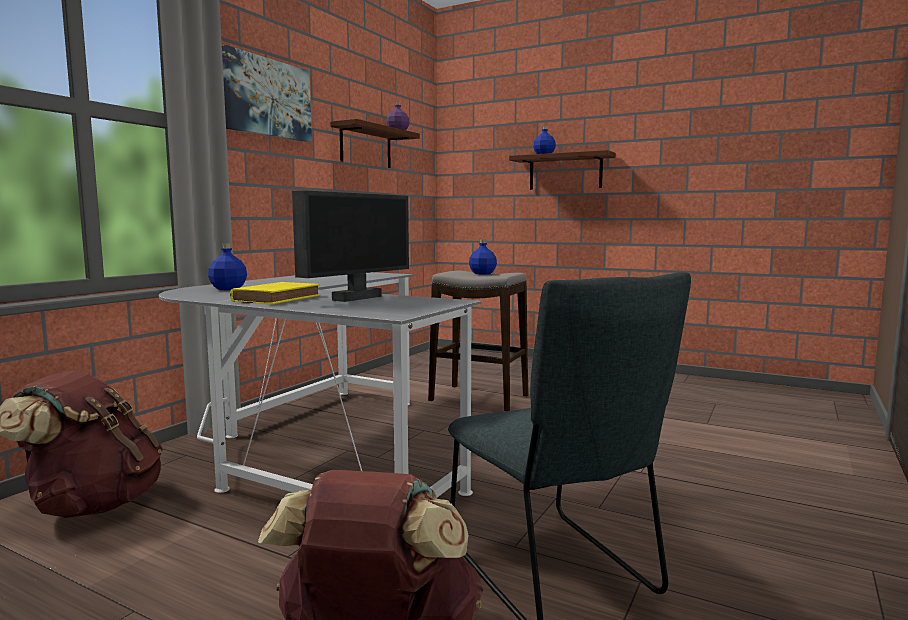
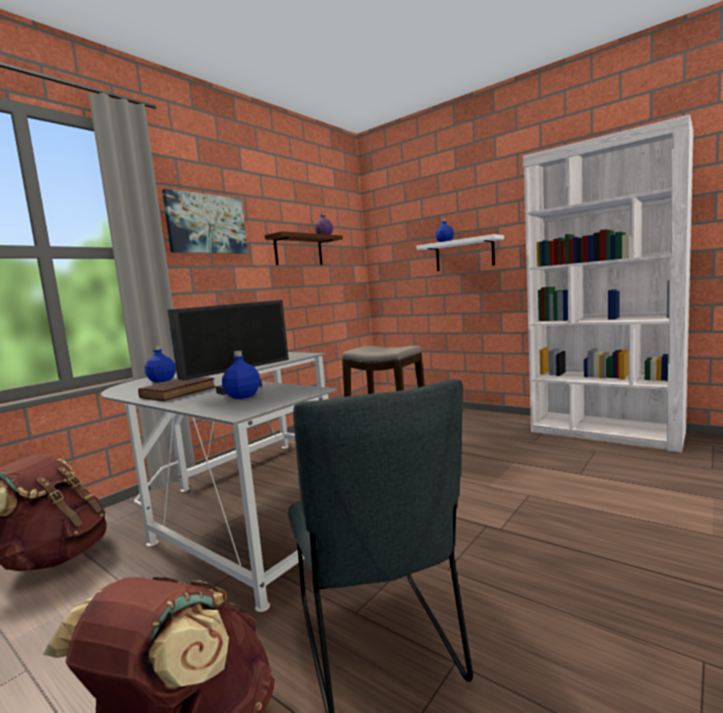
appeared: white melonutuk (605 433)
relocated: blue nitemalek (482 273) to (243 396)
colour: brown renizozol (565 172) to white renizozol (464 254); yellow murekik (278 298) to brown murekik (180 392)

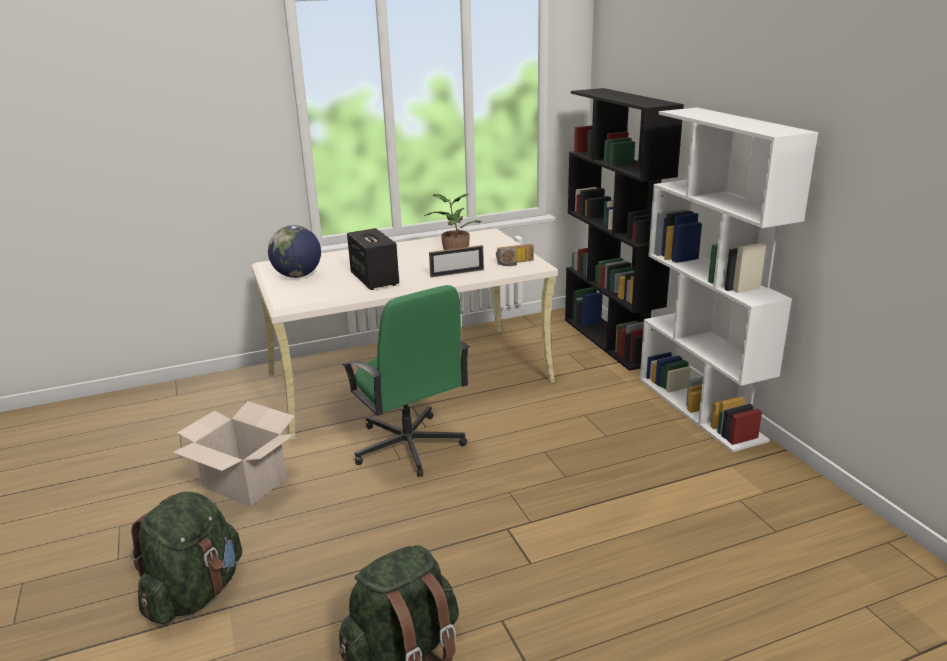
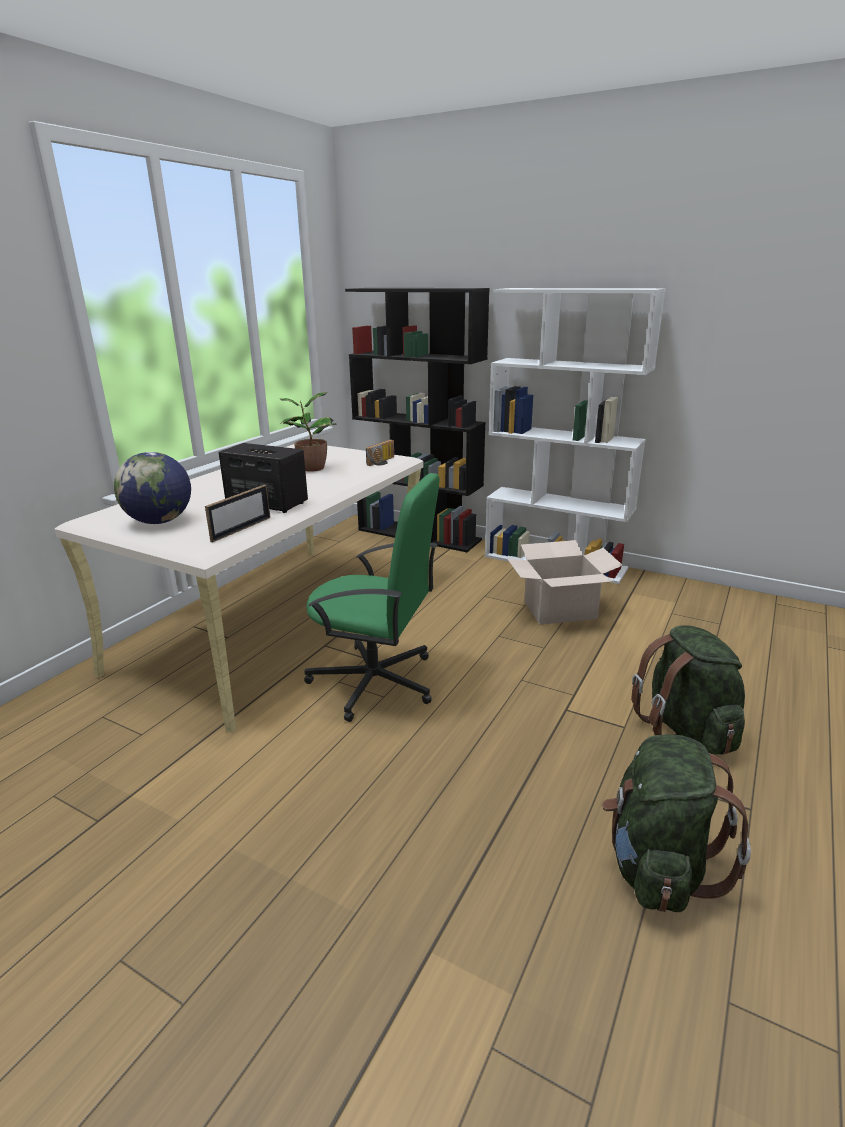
relocated: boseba (457 273) to (241 529); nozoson (246 483) to (560 610); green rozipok (195 593) to (685 729)

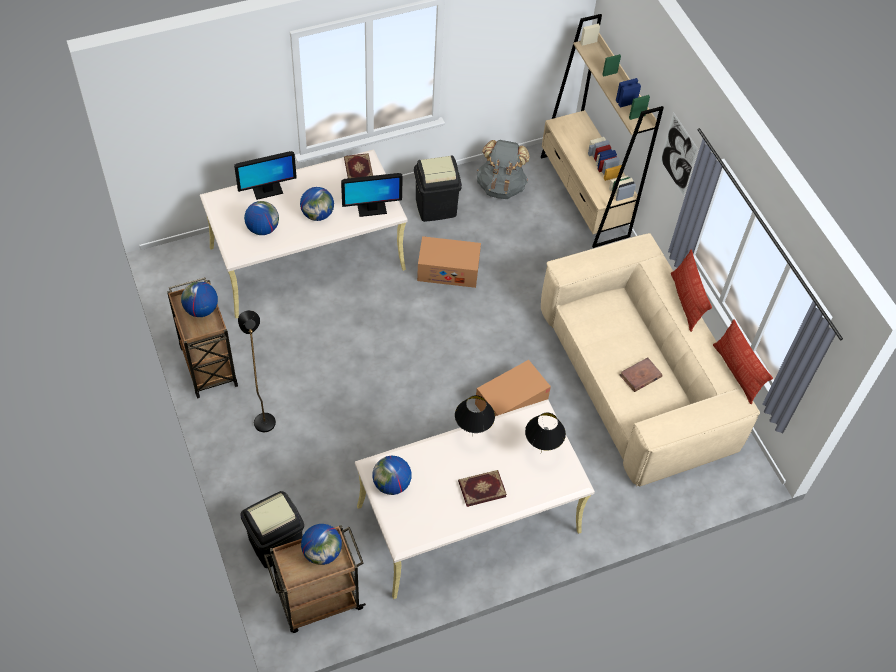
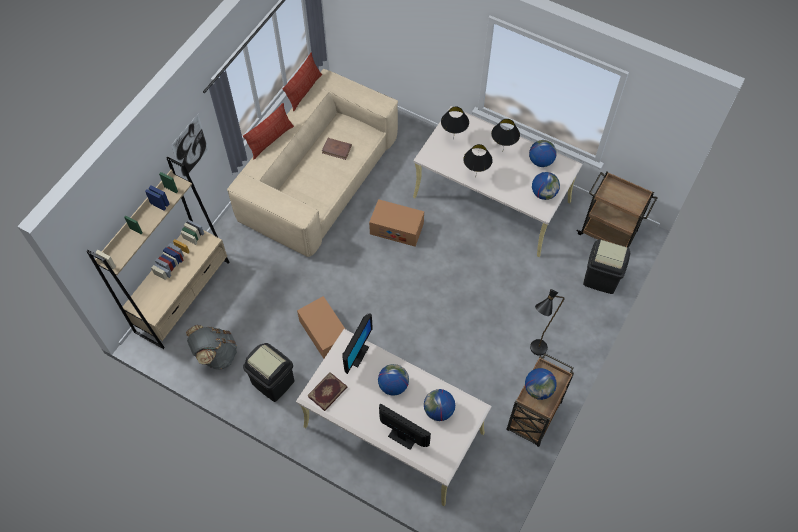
relocated: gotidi (322 552) to (540 161)
exchanged: murekik (482 488) to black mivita (502 152)
spun: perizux (371 209) = (357 354) 75 degrees clockwise

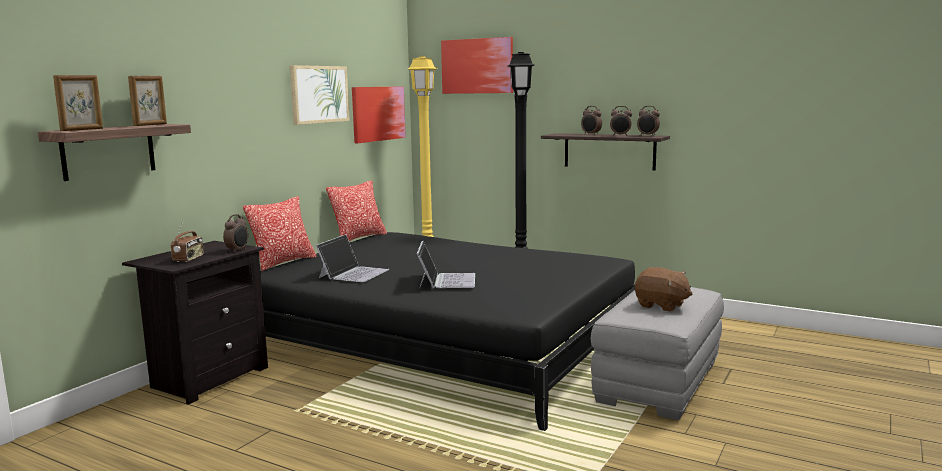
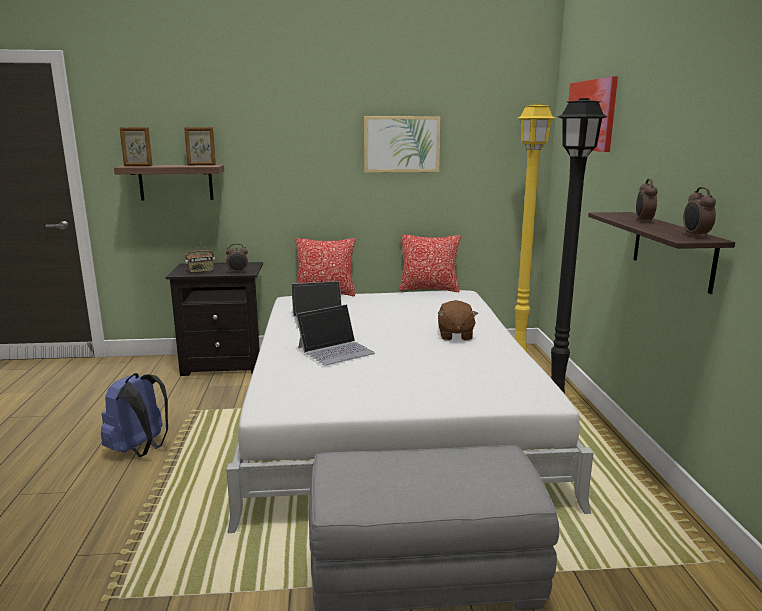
missing: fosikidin (378 113); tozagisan (620 135)
appeared: blue rozipok (140 449)
relocated: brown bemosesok (661 305) to (455 335)
colour: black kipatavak (444 341) to white kipatavak (389 413)

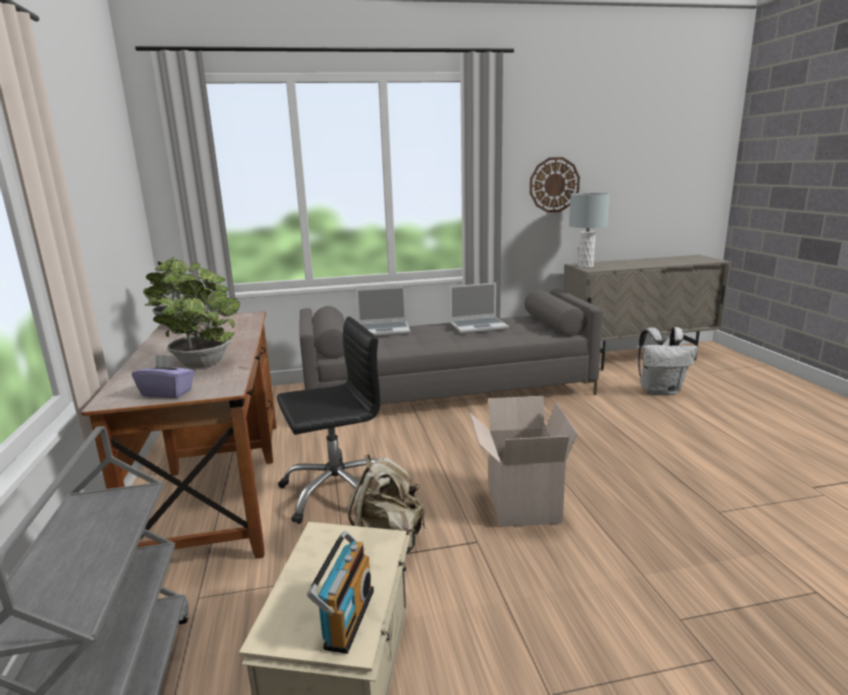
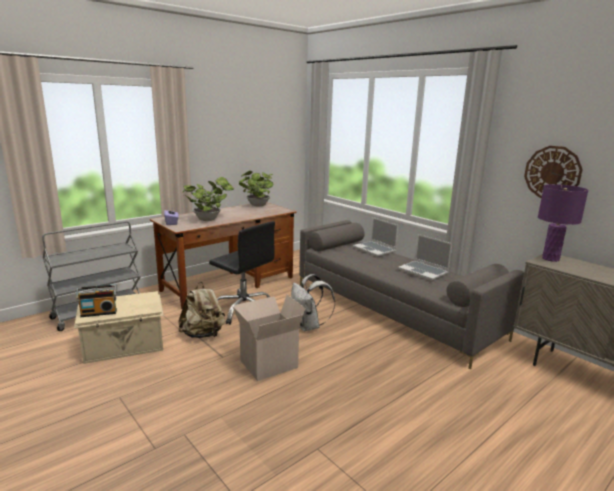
relocated: white rozipok (660 391) to (309 326)
colour: grey mivita (585 266) to purple mivita (550 259)

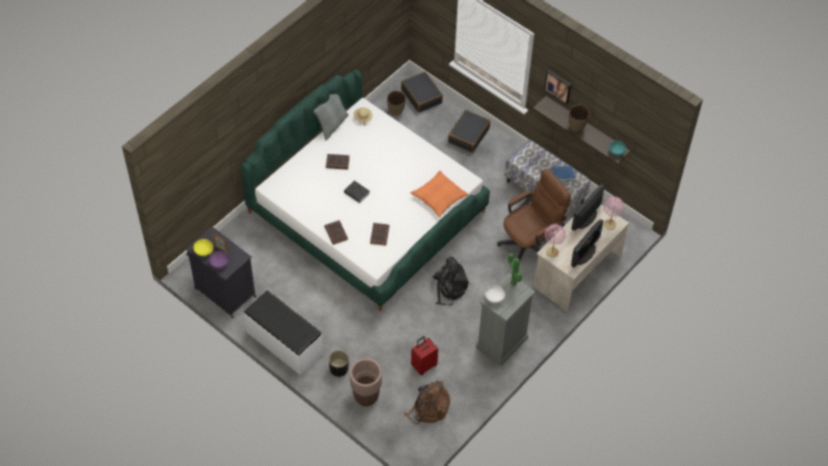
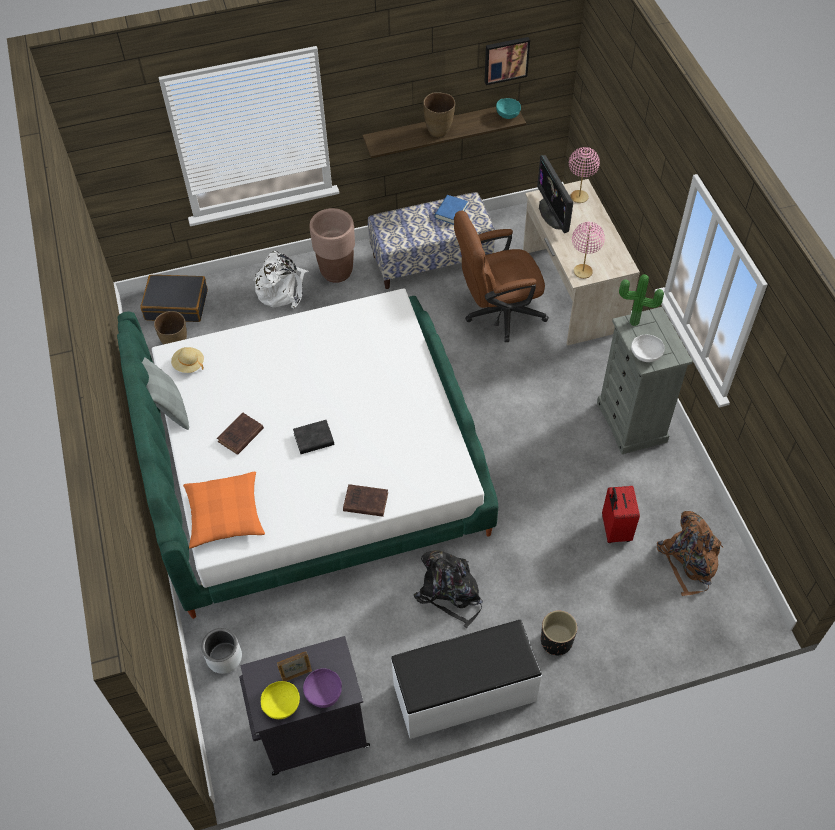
missing: perizux (584 253); brown murekik (379 235)
appeared: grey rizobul (224 657)
relocated: fosikidin (558 86) to (506 59); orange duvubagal (439 197) to (225 515); black rozipok (449 288) to (450 592); brown rizobul (366 397) to (336 272)
exchanged: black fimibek (468 135) to white rozipok (282 289)
spun: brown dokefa (530 243) = (497 313) 105 degrees counterclockwise

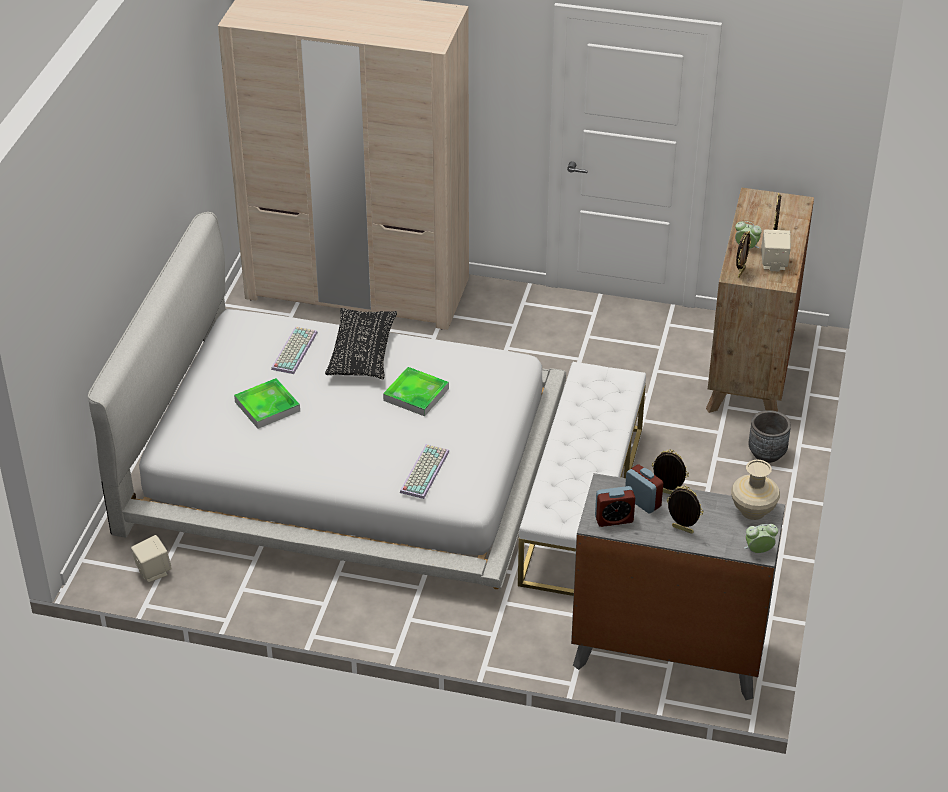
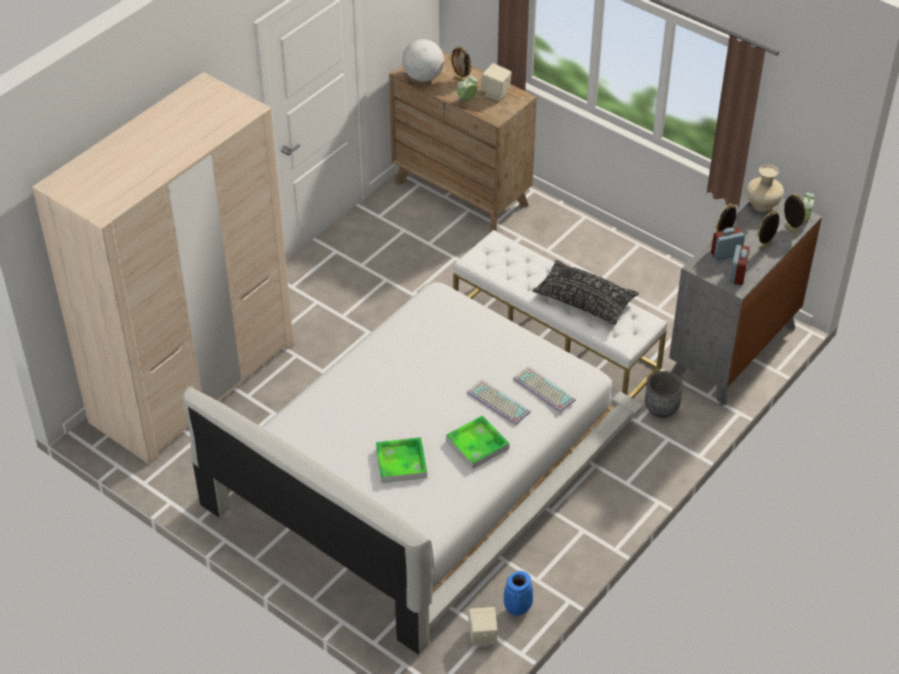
appeared: gotidi (423 77); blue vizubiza (517 609)
relocated: boseba (740 273) to (790 230); black duvubagal (362 353) to (584 300); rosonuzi (293 350) to (496 402); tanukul (416 394) to (477 444); grey rizobul (767 453) to (661 408)

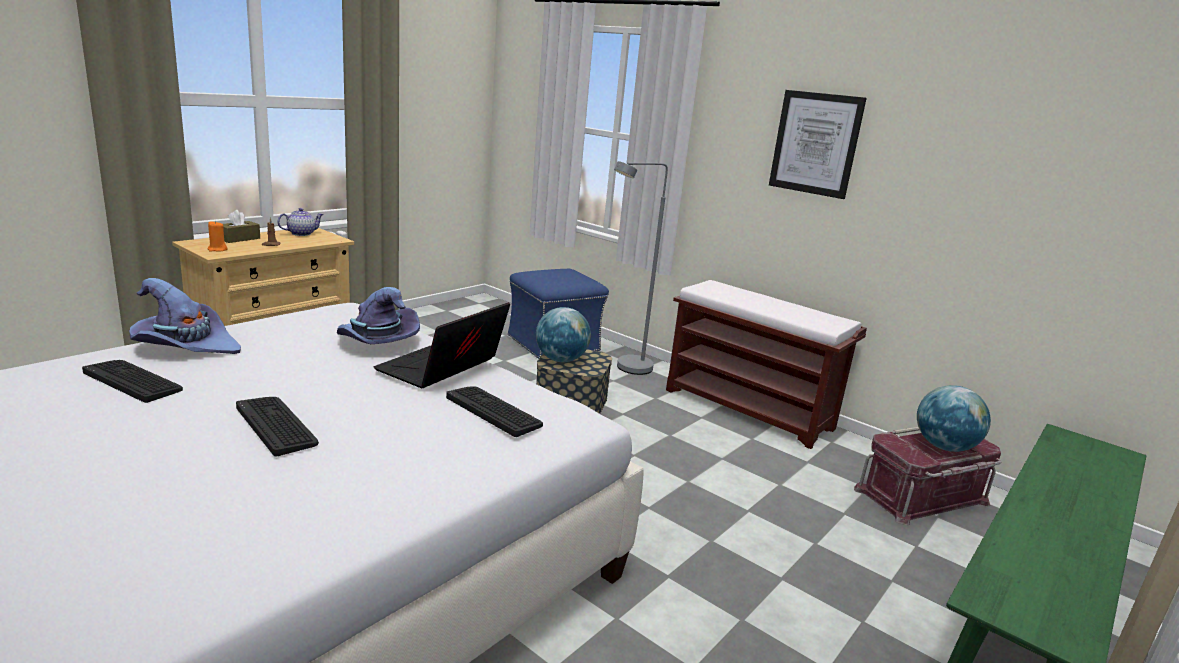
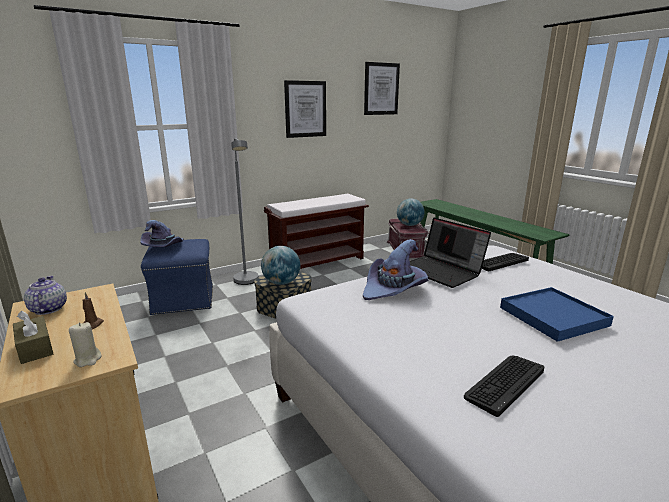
appeared: fosikidin (381 89)
relocated: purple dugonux (185 346) to (164 247)
exchanged: rosonuzi (276 425) to blue tanukul (553 316)
colour: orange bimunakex (217 249) to beige bimunakex (88 360)

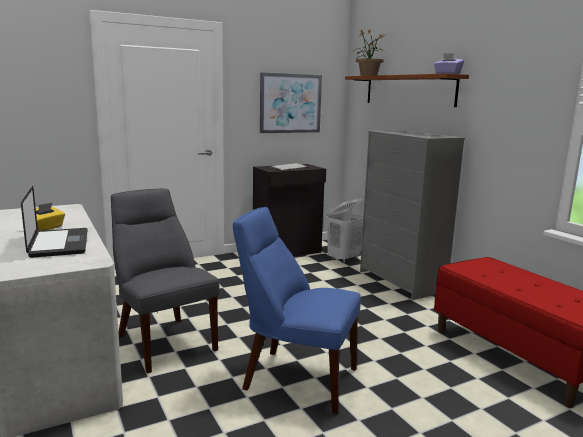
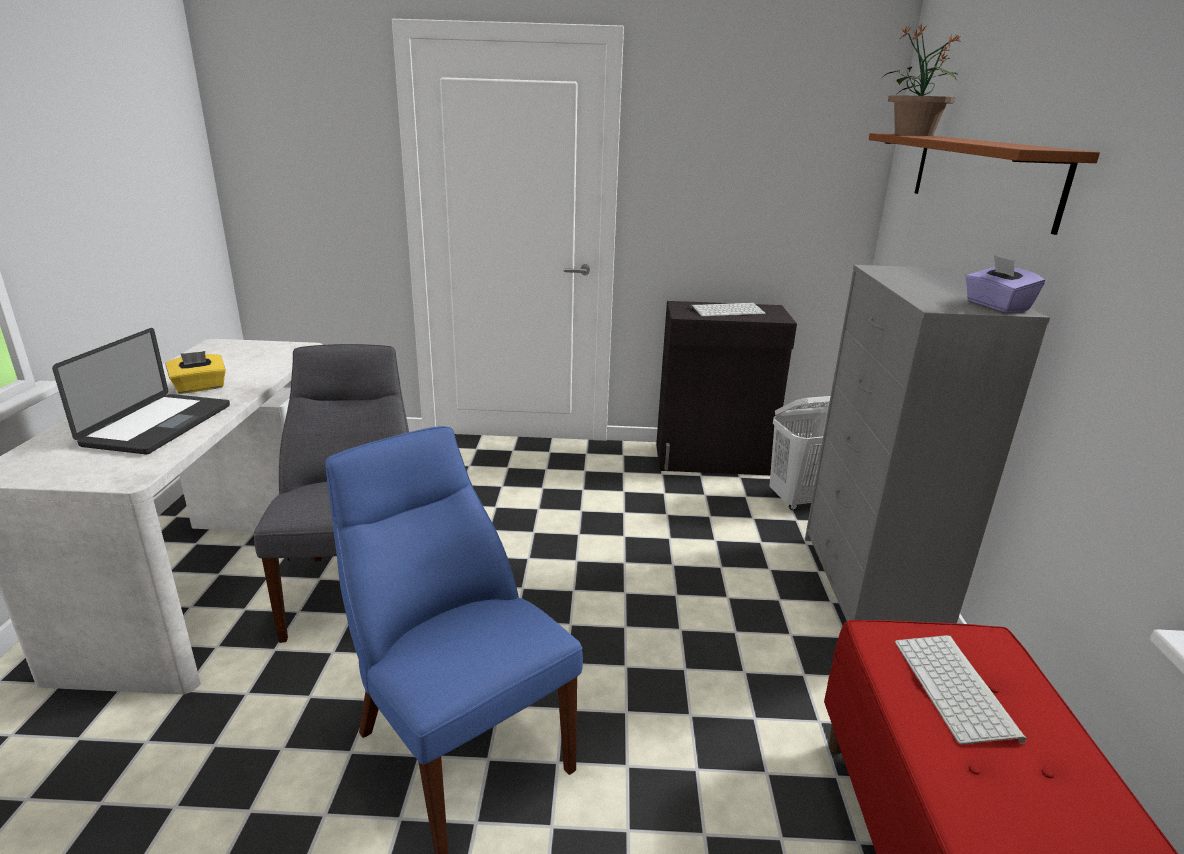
missing: fosikidin (290 103)
appeared: rosonuzi (957 689)
relocated: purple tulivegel (447 74) to (996 306)

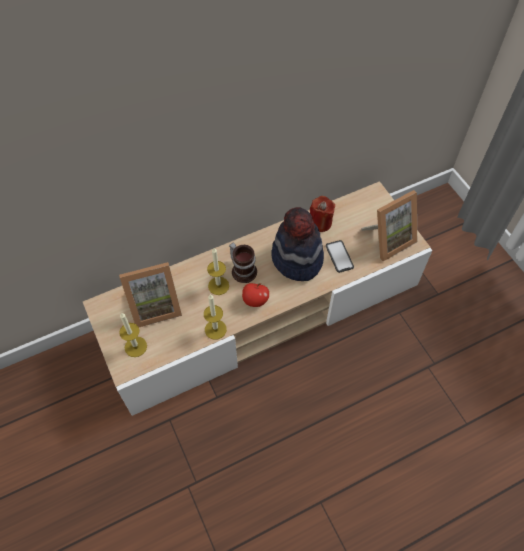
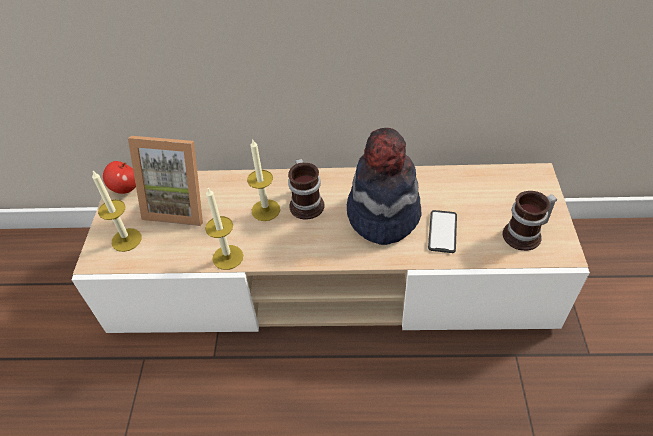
missing: red bimunakex (320 223)
relocated: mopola (255 300) to (125 188)
exchanged: boseba (388 239) to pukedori (526 235)

